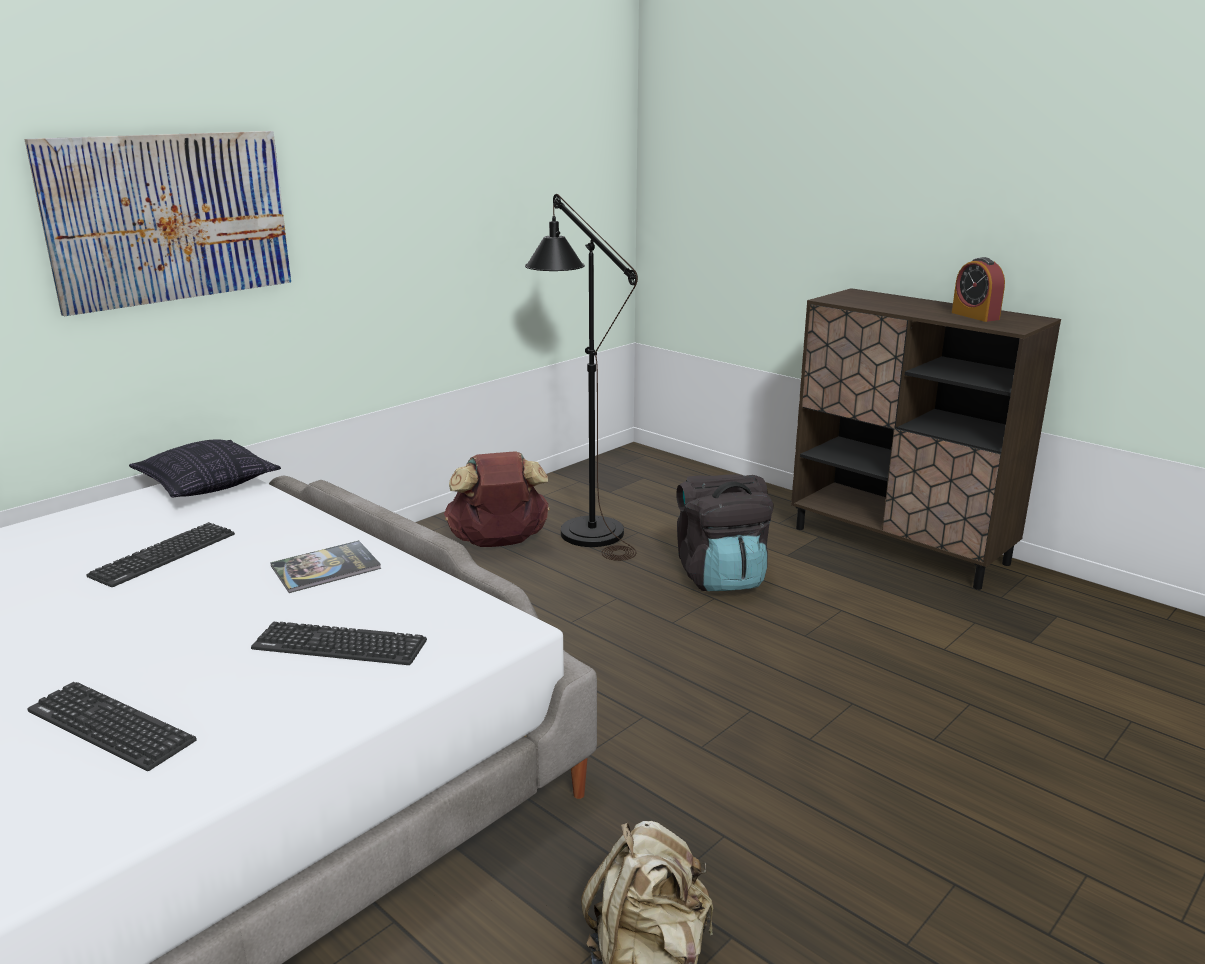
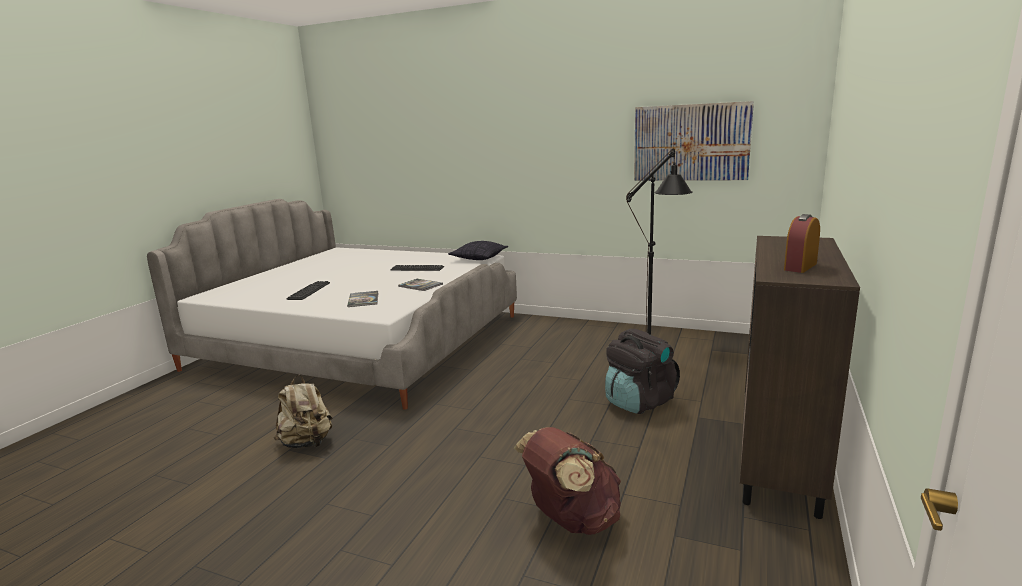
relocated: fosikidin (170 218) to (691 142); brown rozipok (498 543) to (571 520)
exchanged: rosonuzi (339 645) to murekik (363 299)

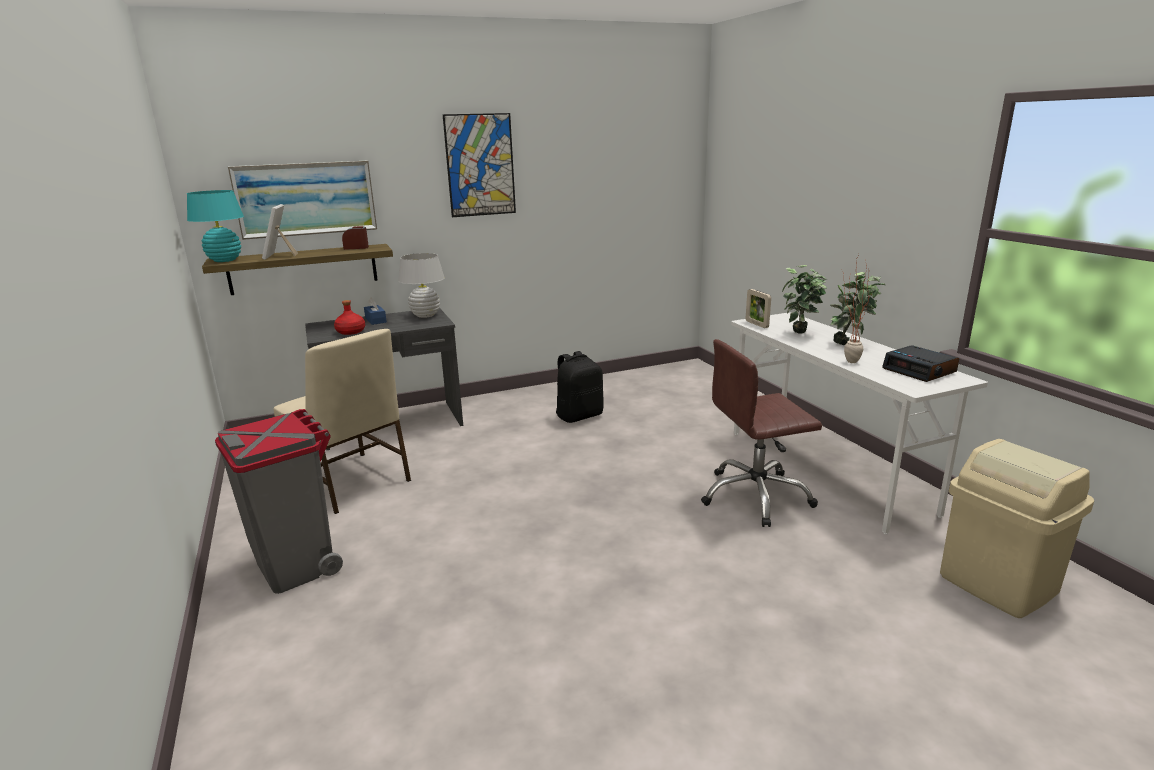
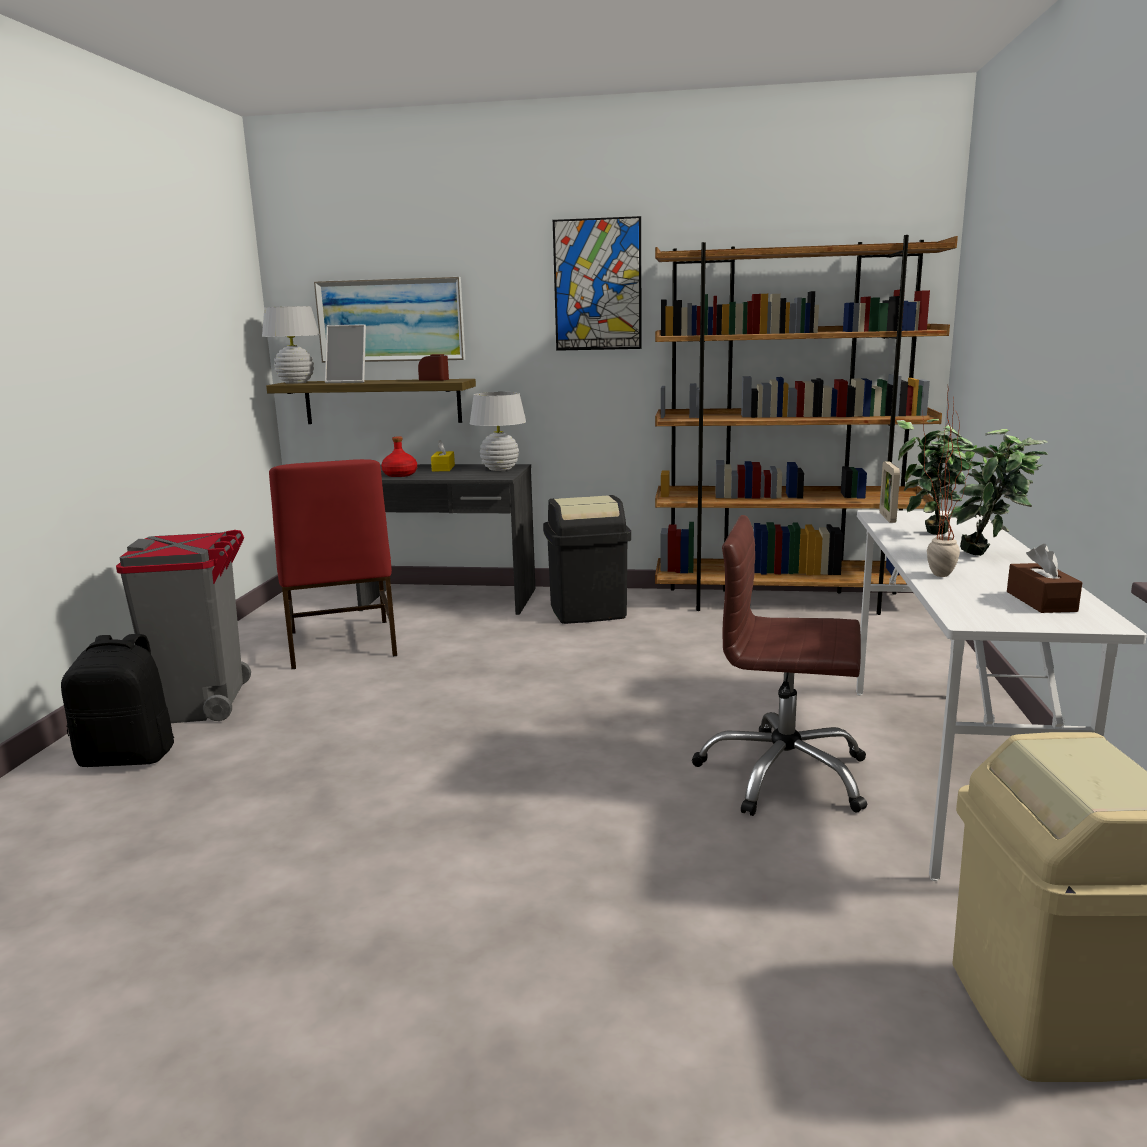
appeared: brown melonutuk (785 601); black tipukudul (588 611)
relocated: black rozipok (579 416) to (129 757)
exchanged: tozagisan (920 370) to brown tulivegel (1041 601)
colour: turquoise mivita (224 260) to white mivita (295 382); blue tulivegel (375 320) to yellow tulivegel (443 468); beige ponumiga (350 482) to red ponumiga (341 645)
spun: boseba (280 256) = (349 382) 105 degrees counterclockwise

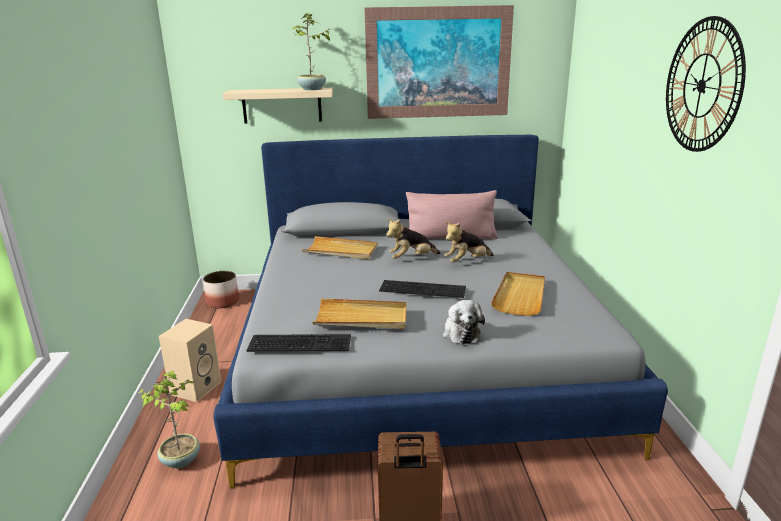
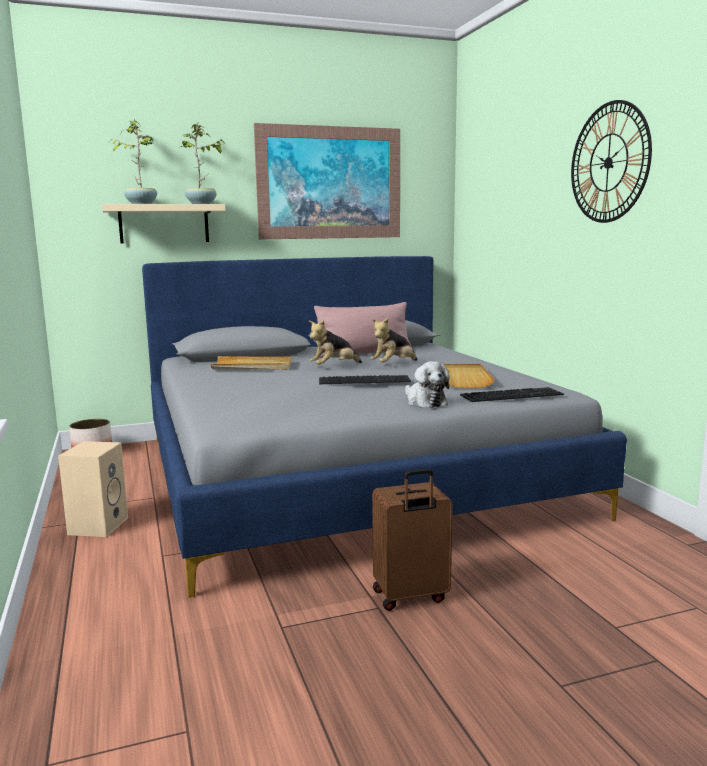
missing: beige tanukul (361 318)
relocated: rosonuzi (301 342) to (511 394); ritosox (181 459) to (141 204)

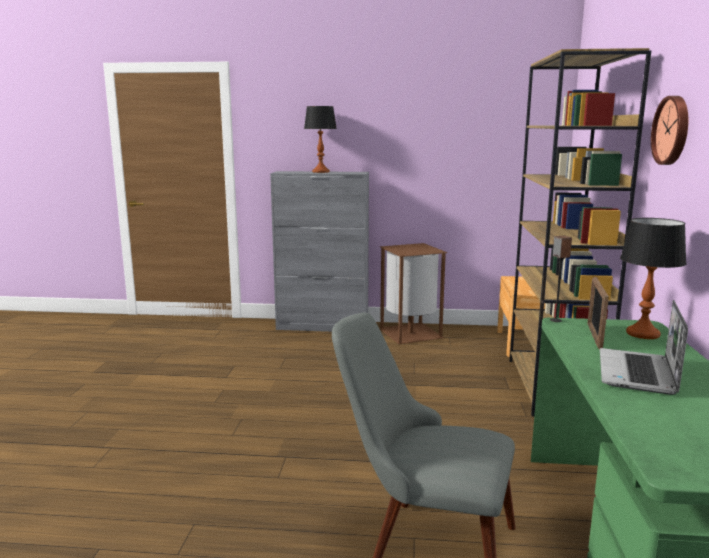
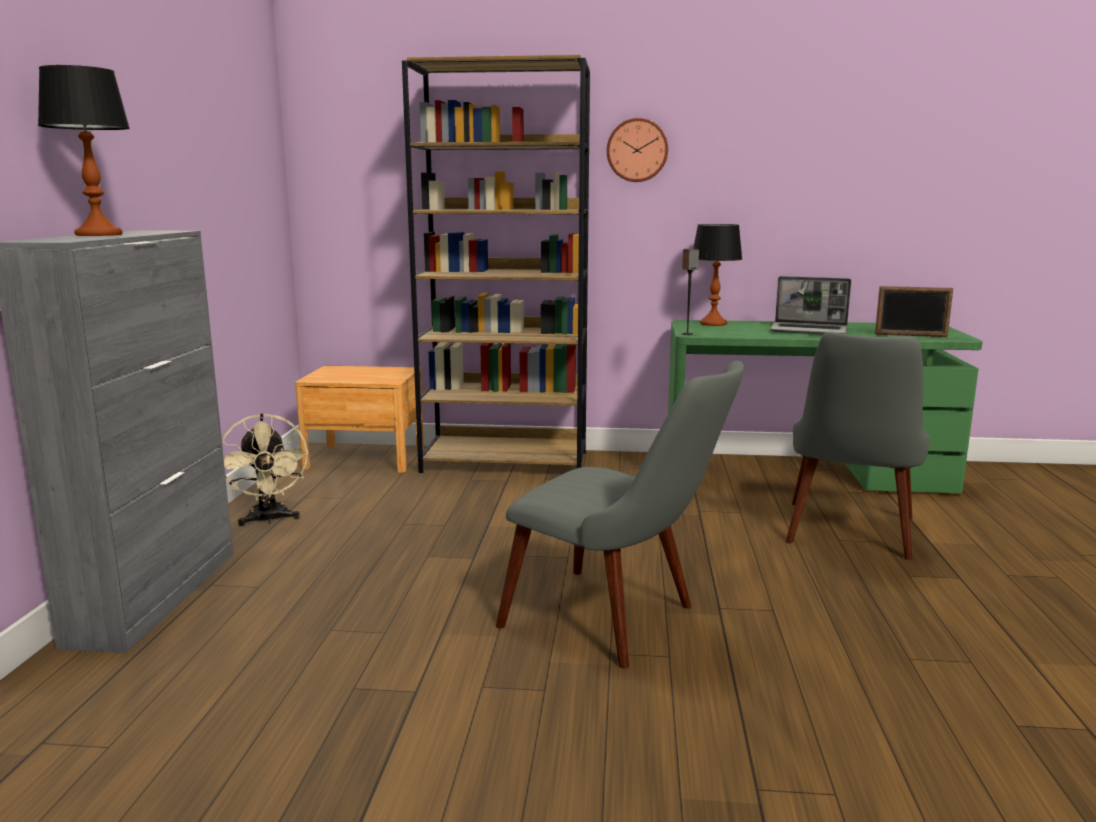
appeared: grey ponumiga (620 622)
relocated: boseba (594 336) to (910 335)
exchanged: brown tipukudul (411 333) to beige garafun (269 520)

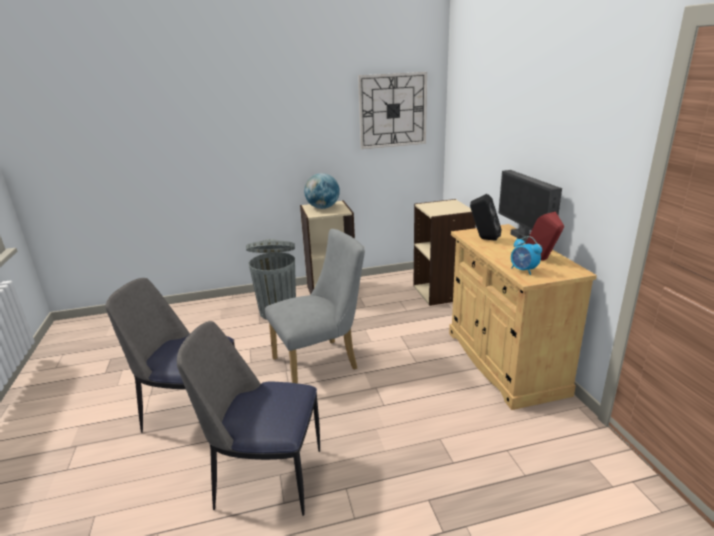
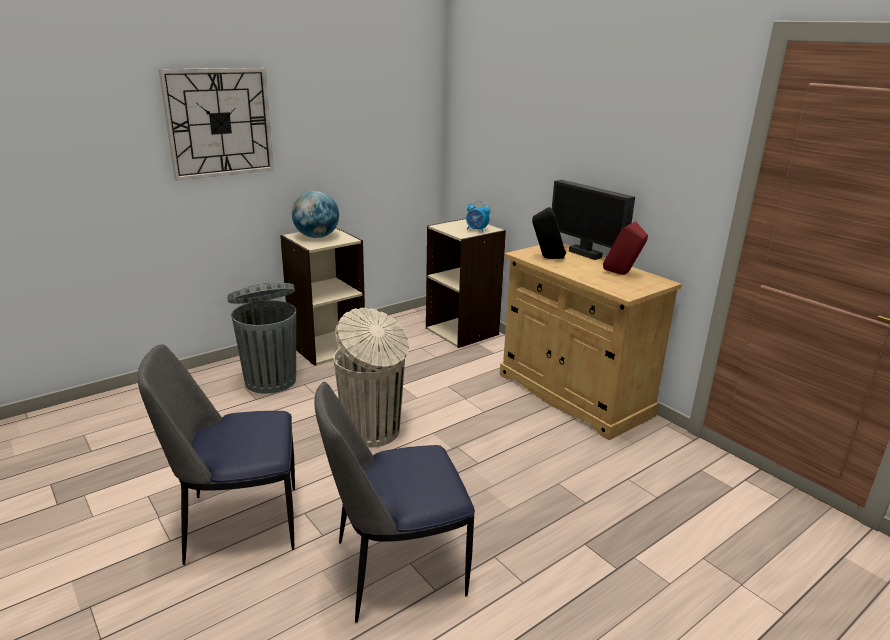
relocated: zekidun (392 110) to (219 123); tozagisan (523 270) to (476 230)
exchanged: grey ponumiga (321 362) to beige tipukudul (373 431)

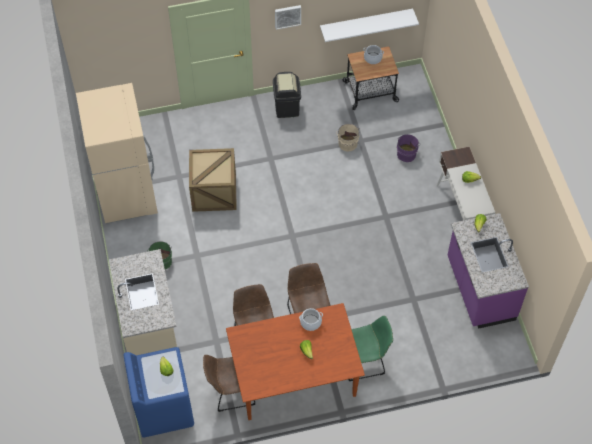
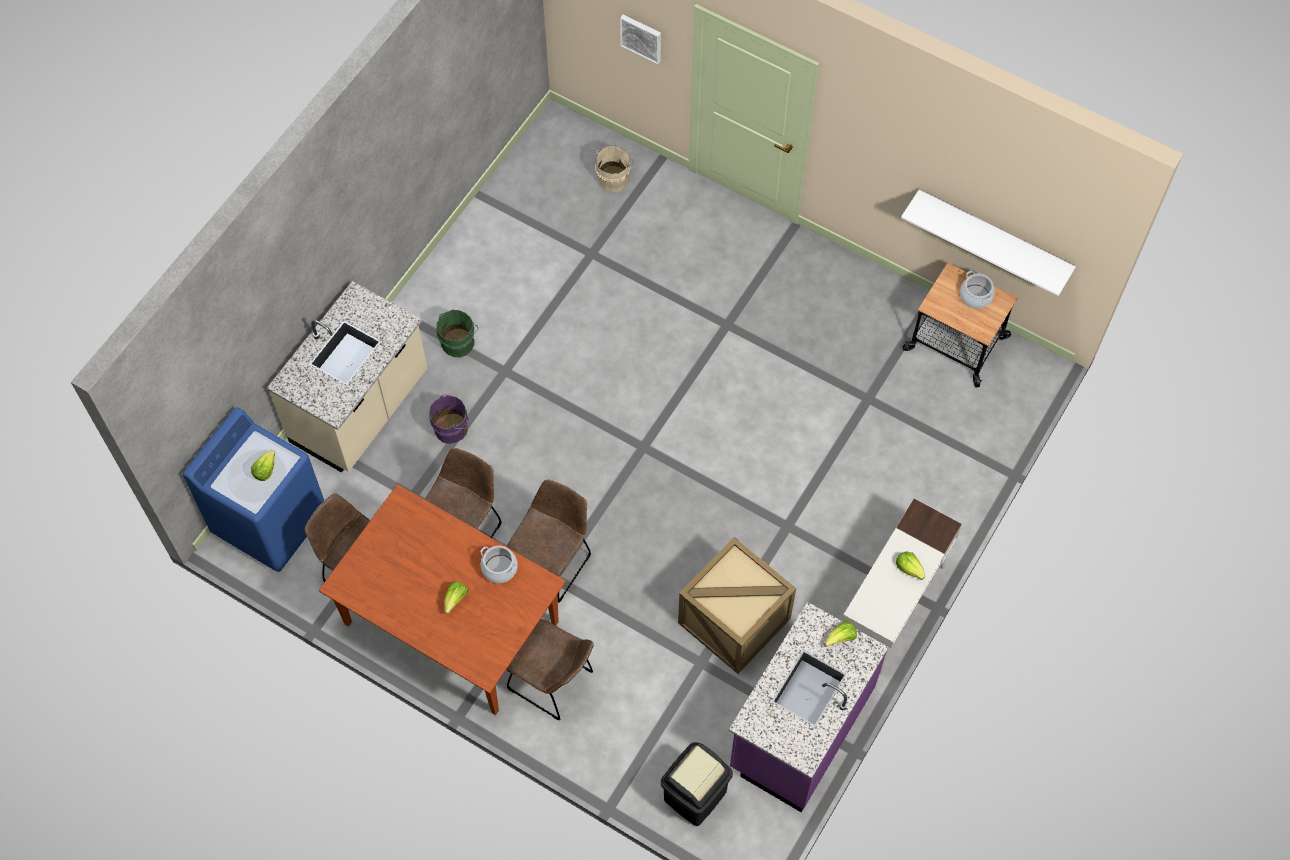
missing: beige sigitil (126 194)
relocated: fosikidin (287 16) to (641 37); black tipukudul (286 107) to (694 795); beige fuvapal (347 143) to (614 177); purple fuvapal (407 153) to (452 428); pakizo (215 192) to (734 622)
colour: green ponumiga (365 361) to brown ponumiga (554 683)

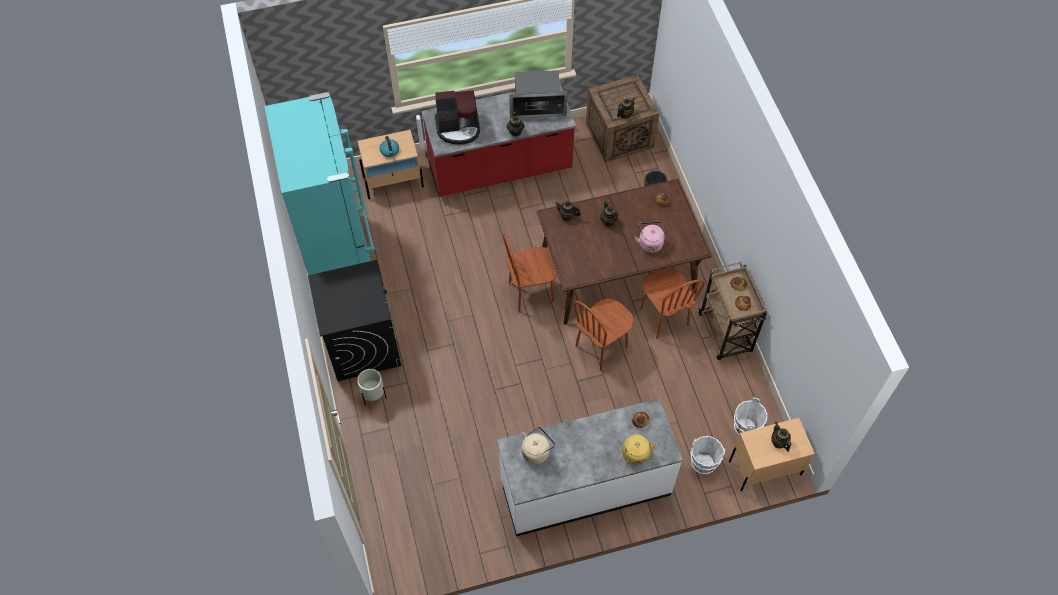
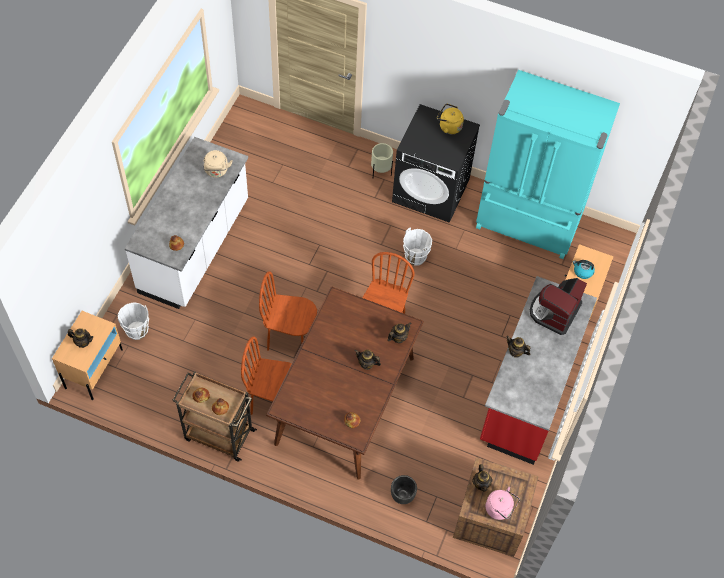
missing: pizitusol (537 106)
relocated: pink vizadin (650 243) to (500 509); white fuvapal (745 428) to (415 257); yellow vizadin (636 456) to (449 126)
spun: brown ponumiga (601 347) = (289 338) 75 degrees counterclockwise

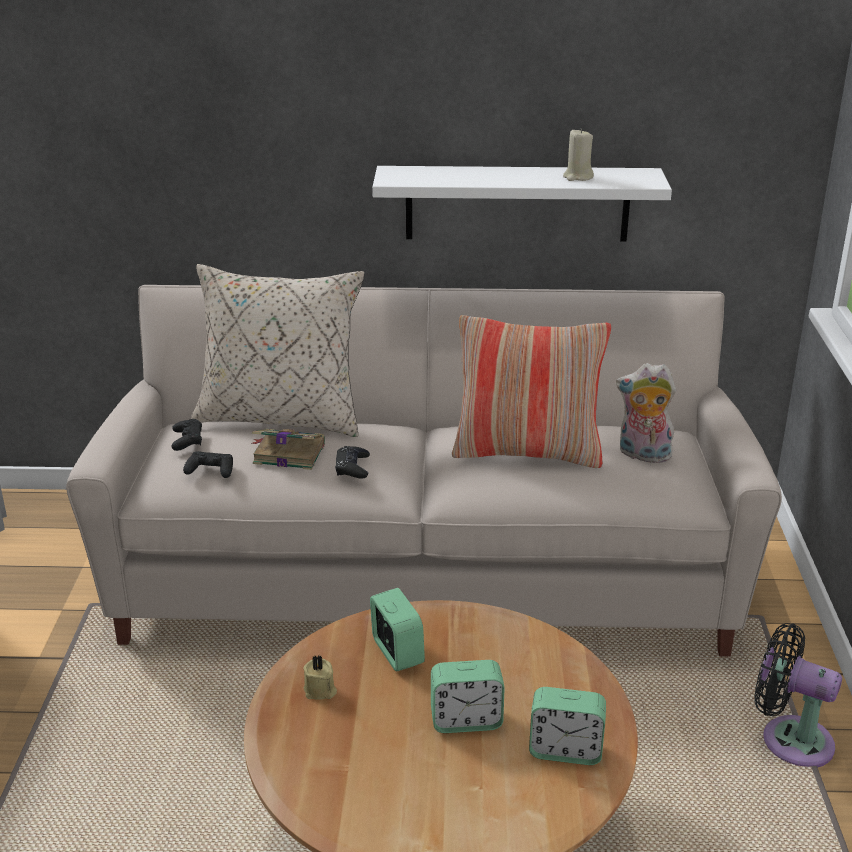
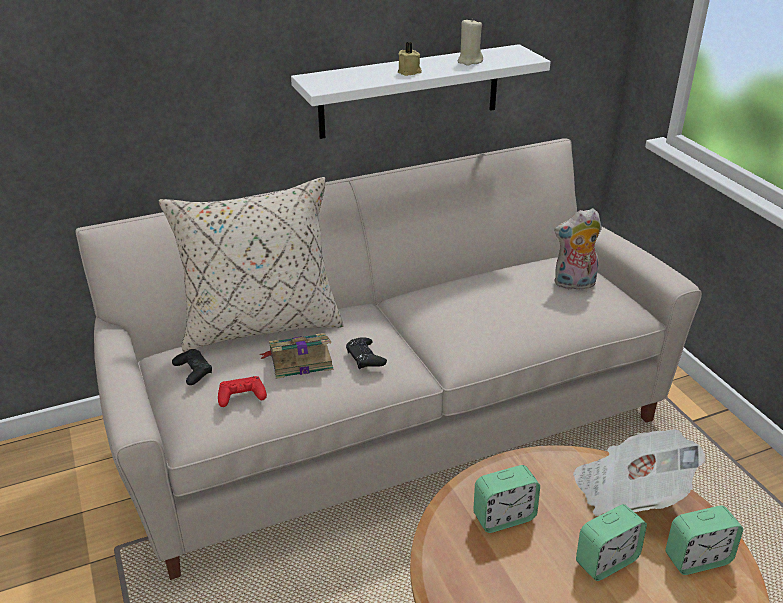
missing: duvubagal (527 452); black garafun (789 739)
appeared: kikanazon (629 493)
relocated: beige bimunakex (320 691) to (409 72)
colour: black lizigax (210 470) to red lizigax (241 396)
spun: tozagisan (397 652) = (504 517) 120 degrees clockwise

